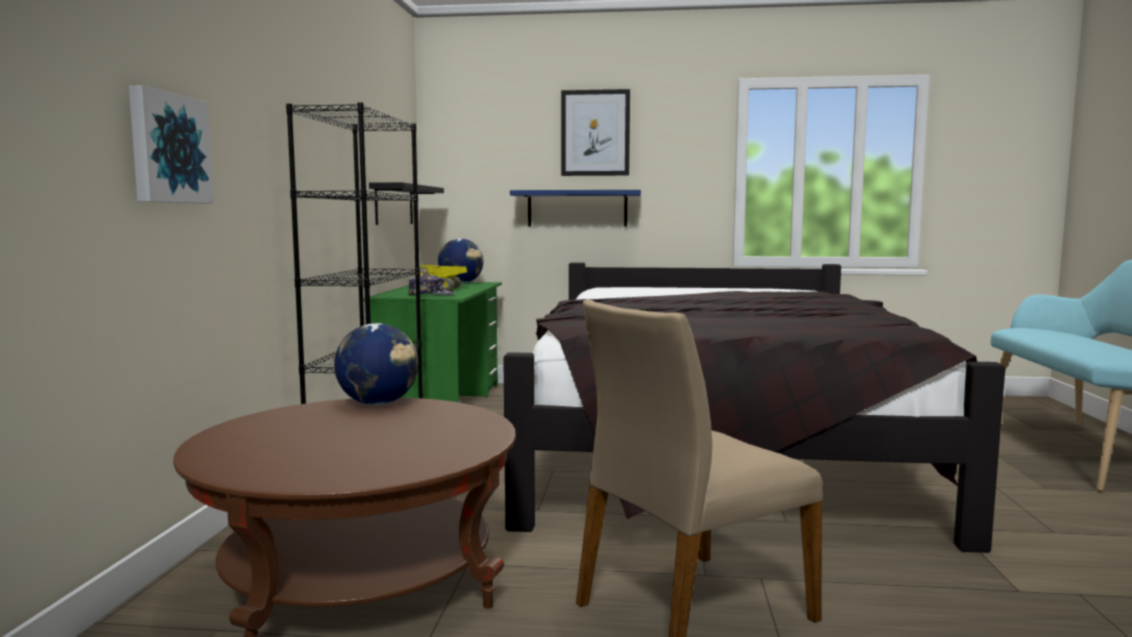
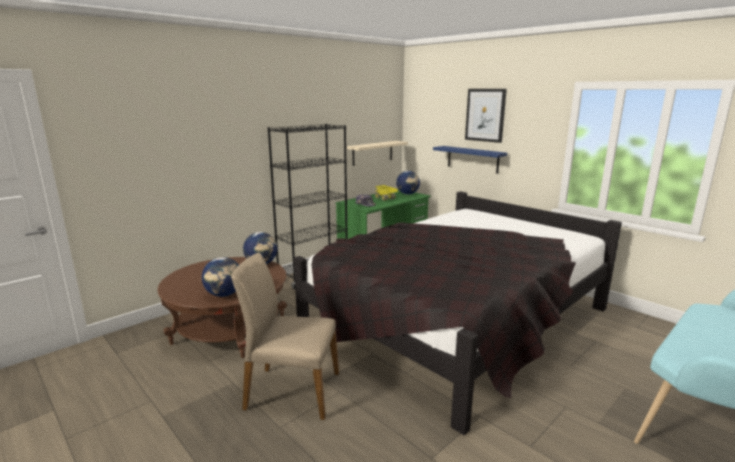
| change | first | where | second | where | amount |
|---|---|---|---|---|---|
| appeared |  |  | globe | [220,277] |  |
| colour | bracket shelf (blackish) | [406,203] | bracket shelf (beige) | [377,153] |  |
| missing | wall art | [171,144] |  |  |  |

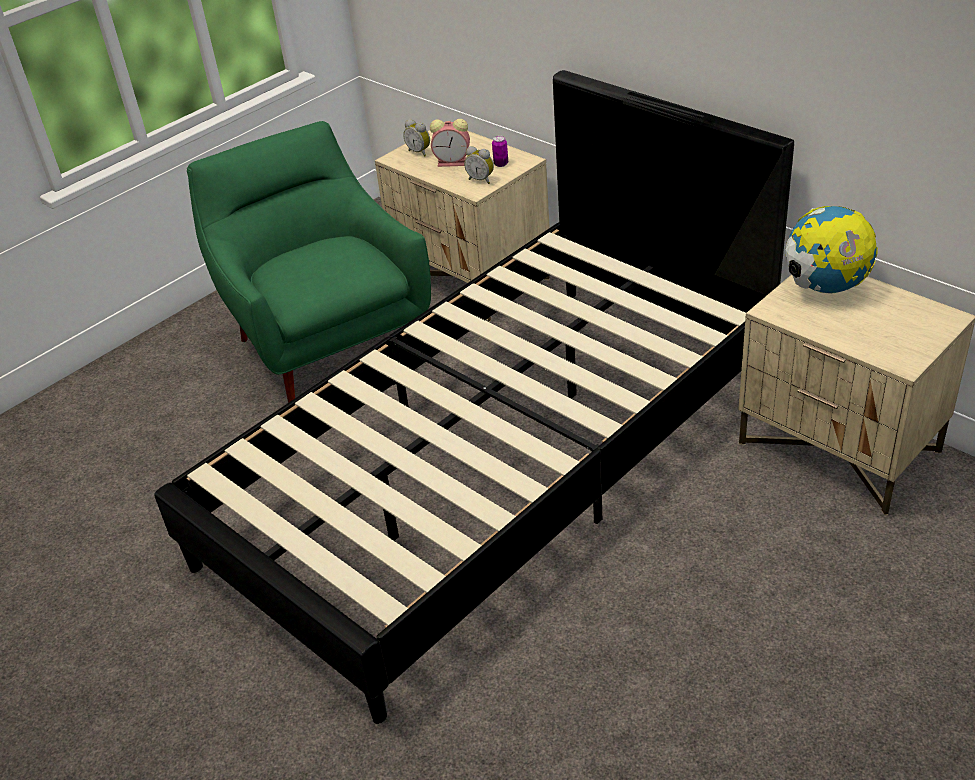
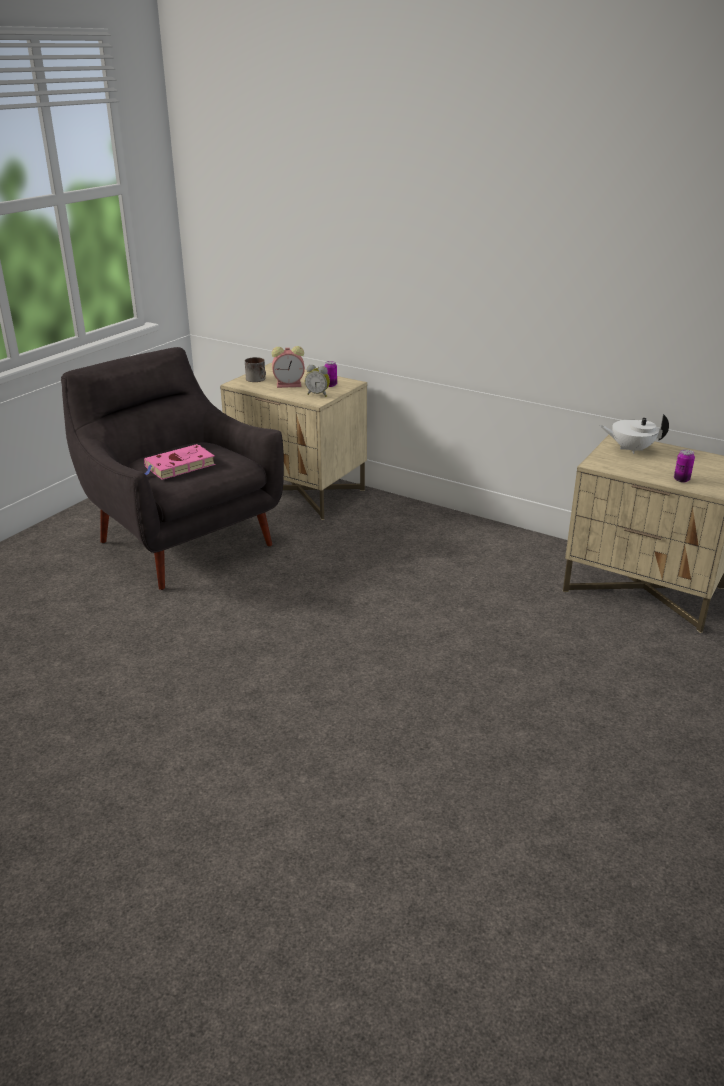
| change | first | where | second | where | amount |
|---|---|---|---|---|---|
| colour | lounge chair (greenish) | [309,262] | lounge chair (gray) | [172,468] |  |
| appeared |  |  | bound book (pink) | [179,462] |  |
| exchanged | table clock | [416,138] | tea mug | [255,369] |  |
| exchanged | globe | [831,250] | teapot (white) | [634,434] |  |
| appeared |  |  | sealed can | [684,465] |  |
| missing | bedroom bed (blackish) | [474,397] |  |  |  |

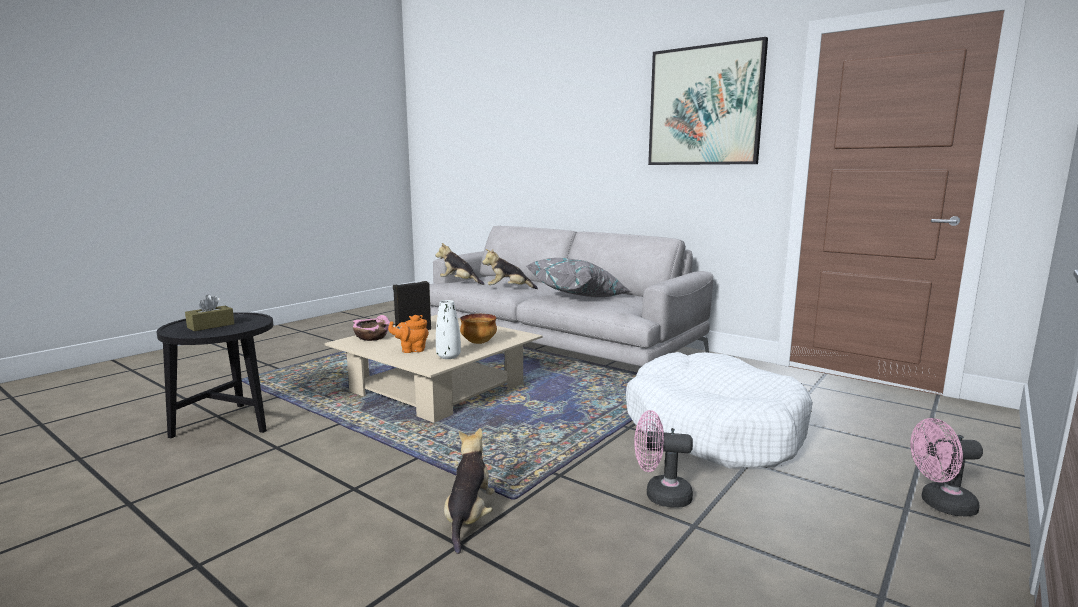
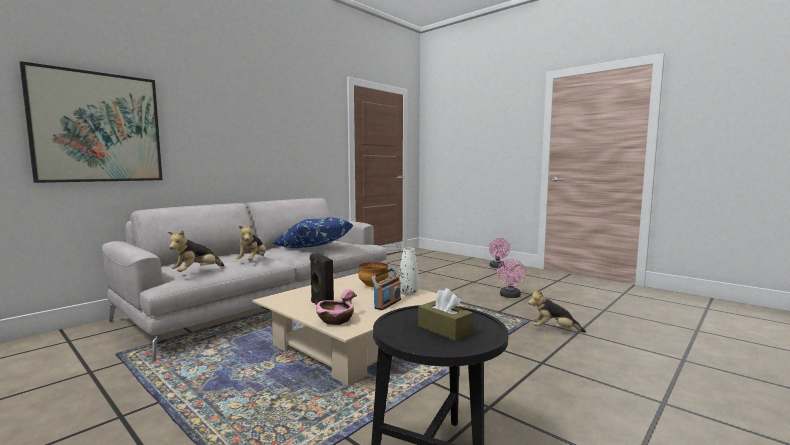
| change | first | where | second | where | amount |
|---|---|---|---|---|---|
| relocated | wall art | [708,101] |  | [90,122] |  |
| colour | cushion (gray) | [579,277] | cushion (blue-coloured) | [313,232] |  |
| exchanged | teapot (orange) | [408,334] | radio set | [386,289] |  |
| missing | dog bed (white) | [719,410] |  |  |  |

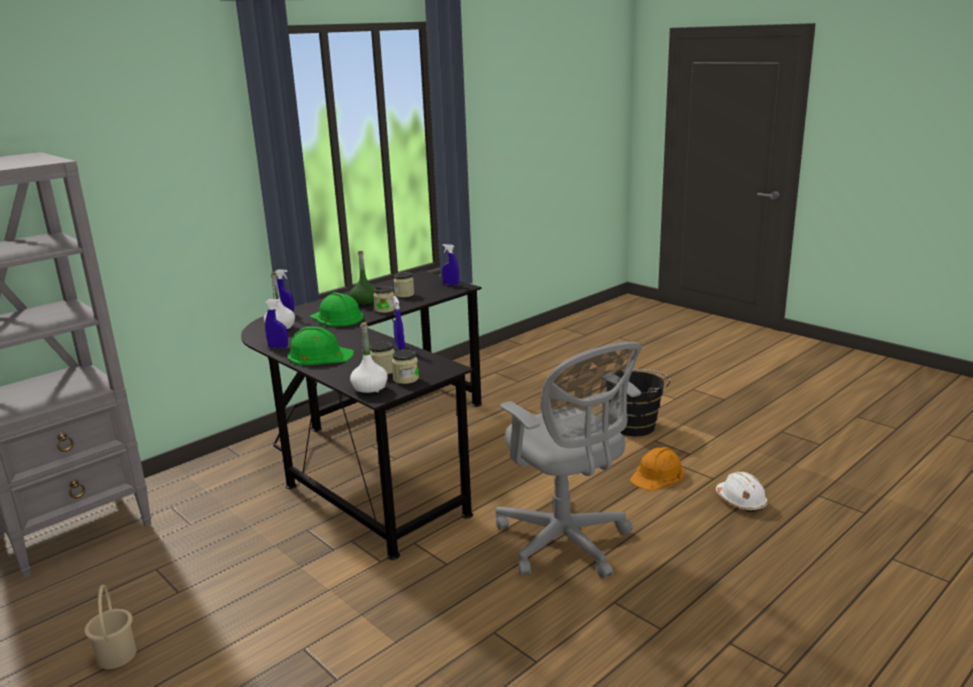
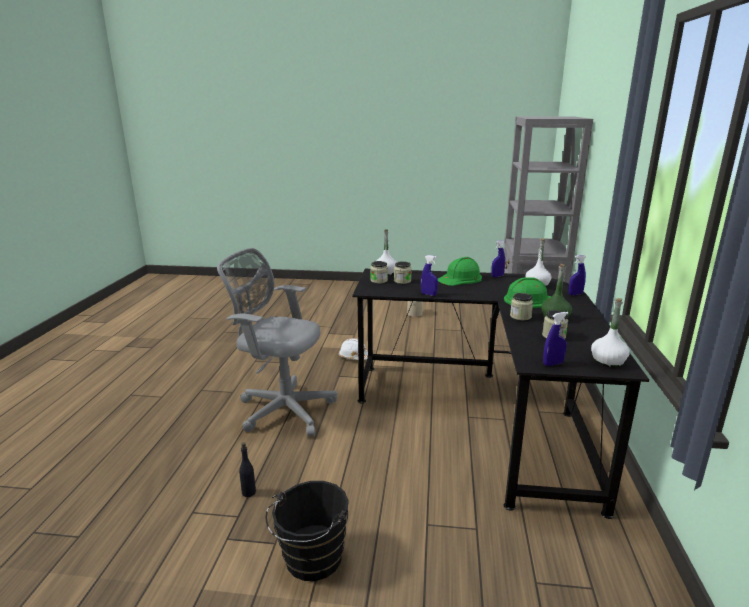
| change | first | where | second | where | amount |
|---|---|---|---|---|---|
| exchanged | work helmet (orange) | [657,469] | bottle (blackish) | [247,470] |  |
| relocated | work helmet (white) | [742,492] |  | [353,349] |  |
| appeared |  |  | bottle (white) | [610,332] |  |

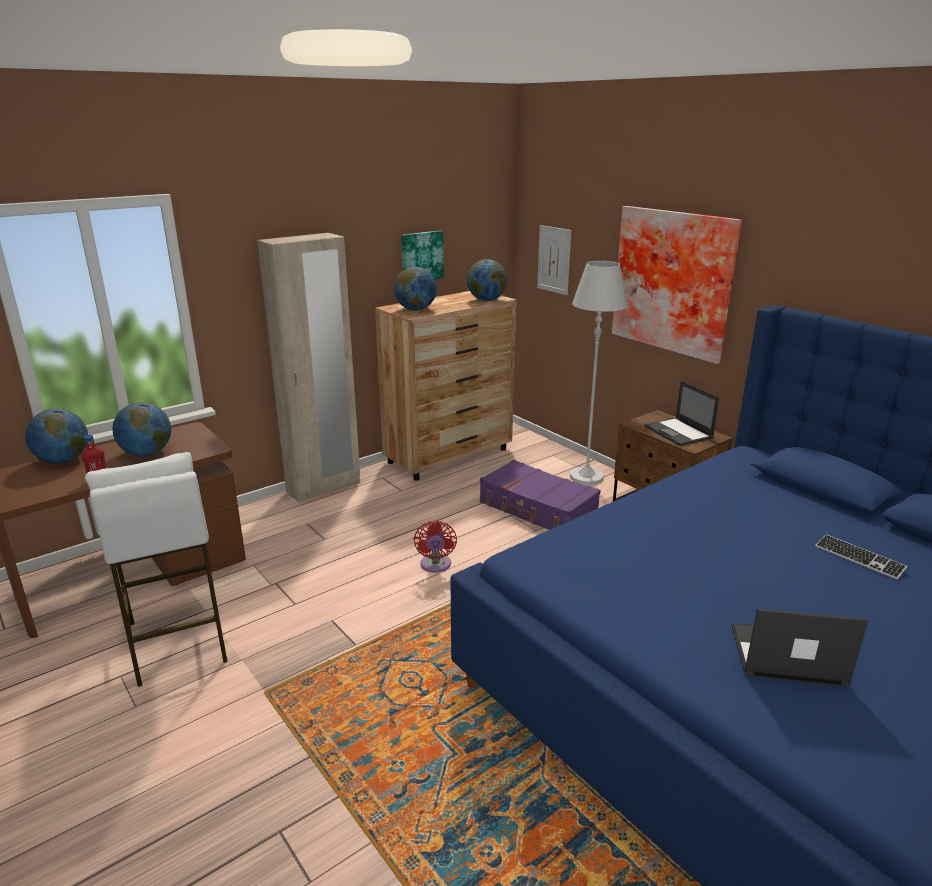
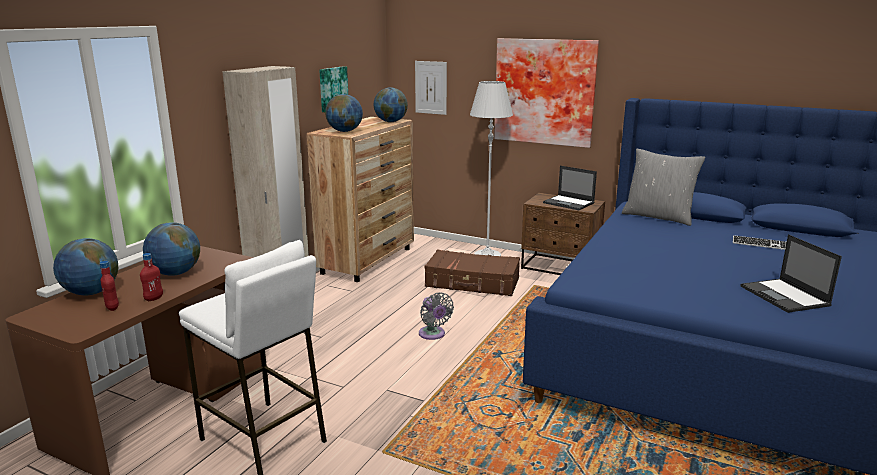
| change | first | where | second | where | amount |
|---|---|---|---|---|---|
| appeared |  |  | bottle (reddish) | [109,286] |  |
| colour | cooling fan (reddish) | [435,547] | cooling fan (gray) | [436,316] |  |
| colour | travel case (purplish) | [540,495] | travel case (brown-coloured) | [472,272] |  |
| appeared |  |  | cushion (gray) | [663,187] |  |
| spun | laptop | [800,647] |  | [791,273] | 90 degrees counterclockwise |

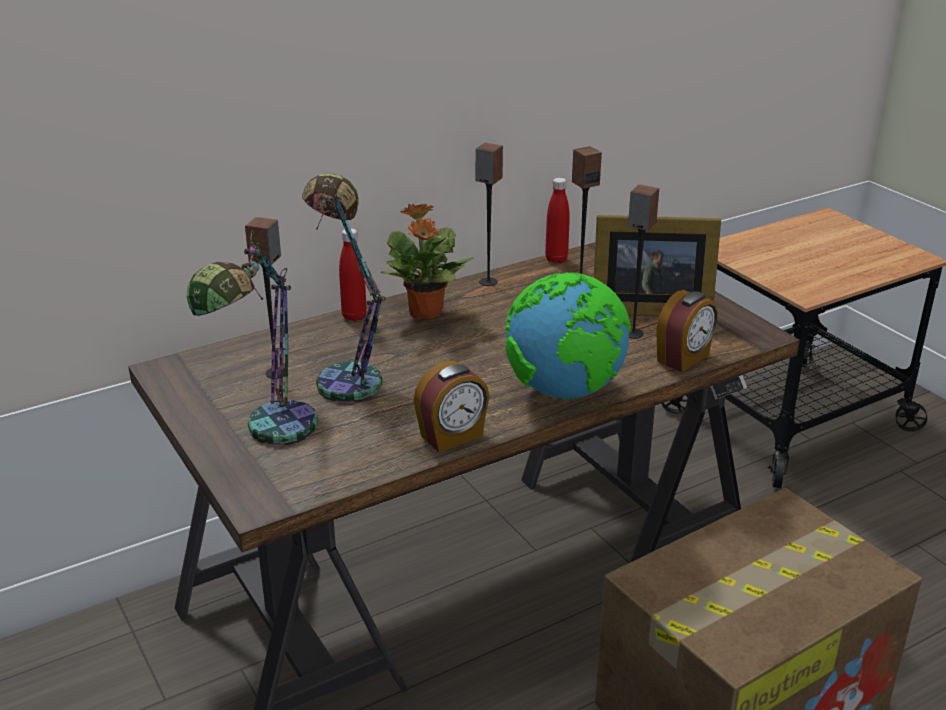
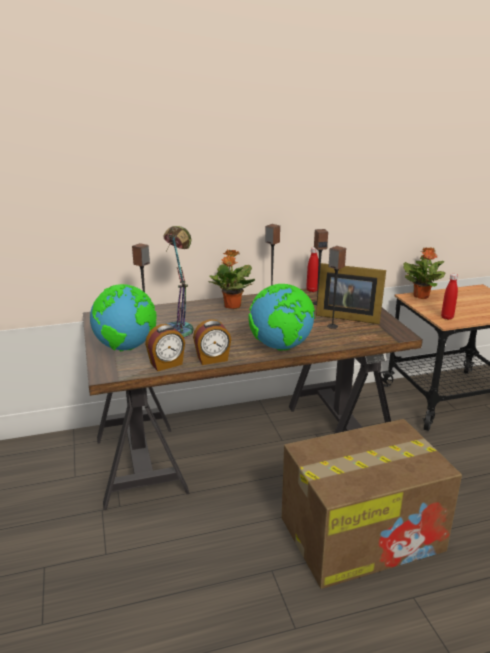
| change | first | where | second | where | amount |
|---|---|---|---|---|---|
| exchanged | tabletop lamp | [252,338] | globe | [123,317] |  |
| relocated | table clock | [687,331] |  | [165,347] |  |
| appeared |  |  | houseplant | [424,273] |  |
| relocated | bottle (reddish) | [353,274] |  | [449,297] |  |

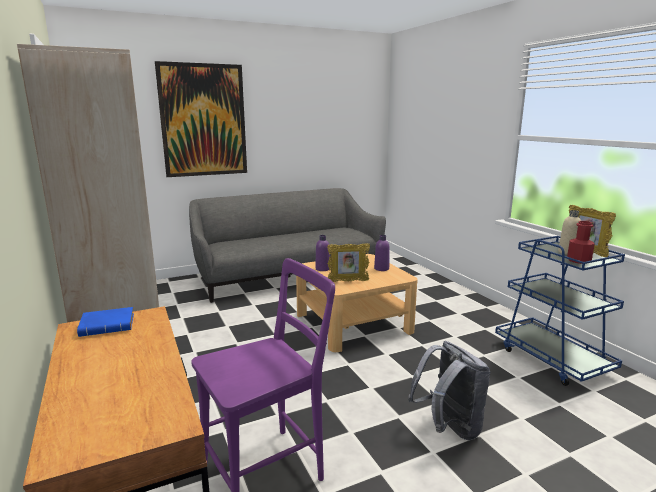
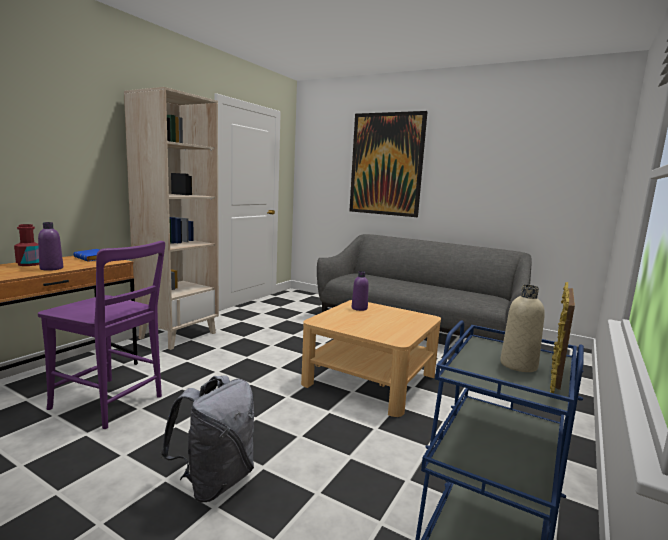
| change | first | where | second | where | amount |
|---|---|---|---|---|---|
| relocated | bottle (reddish) | [581,242] |  | [26,245] |  |
| relocated | bottle (purplish) | [381,253] |  | [50,246] |  |
| missing | standing frame | [348,262] |  |  |  |

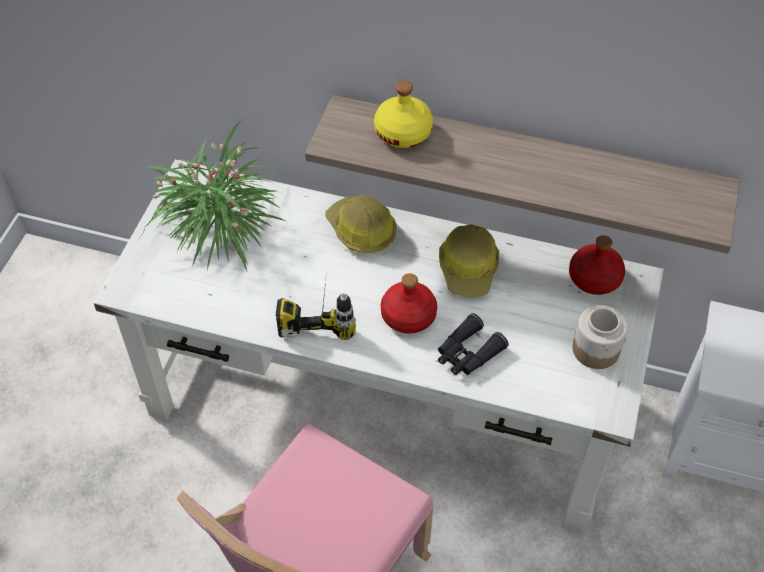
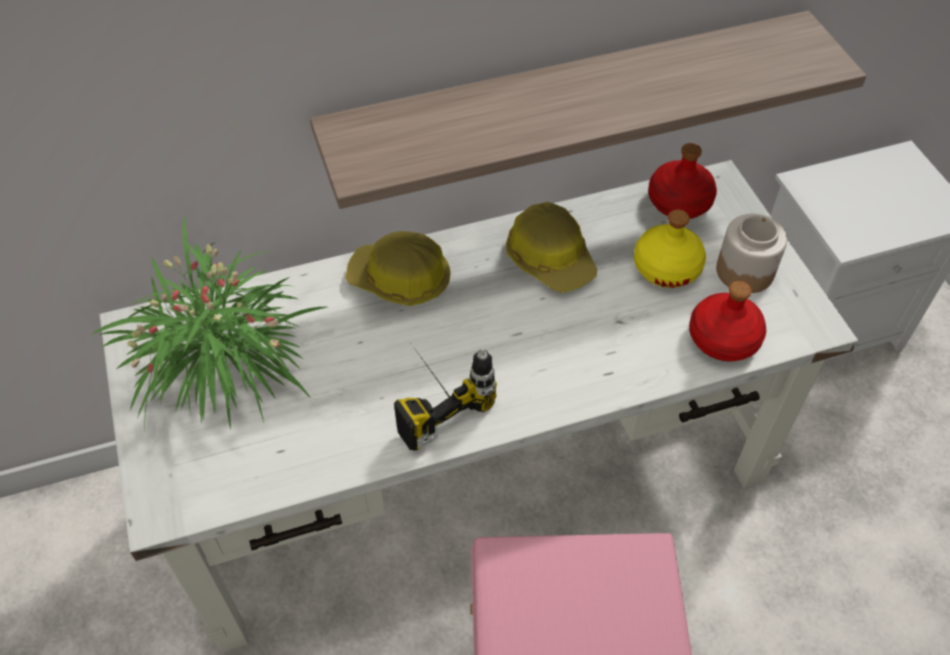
| change | first | where | second | where | amount |
|---|---|---|---|---|---|
| relocated | bottle (yellow-coloured) | [403,114] |  | [670,248] |  |
| relocated | bottle (reddish) | [409,303] |  | [727,321] |  |
| missing | field glasses (blackish) | [473,344] |  |  |  |

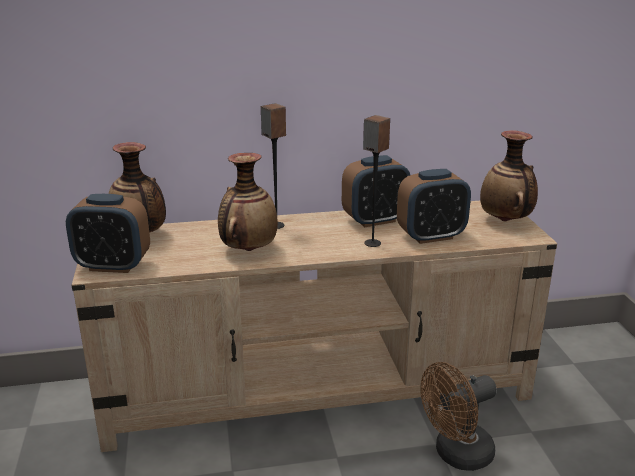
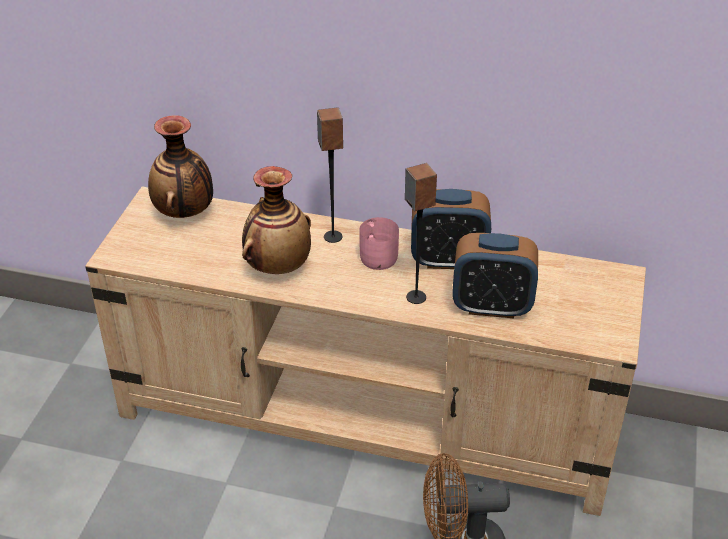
| change | first | where | second | where | amount |
|---|---|---|---|---|---|
| appeared |  |  | tea mug (pink) | [379,243] |  |
| missing | table clock | [108,233] |  |  |  |
| missing | decorative vase | [509,175] |  |  |  |

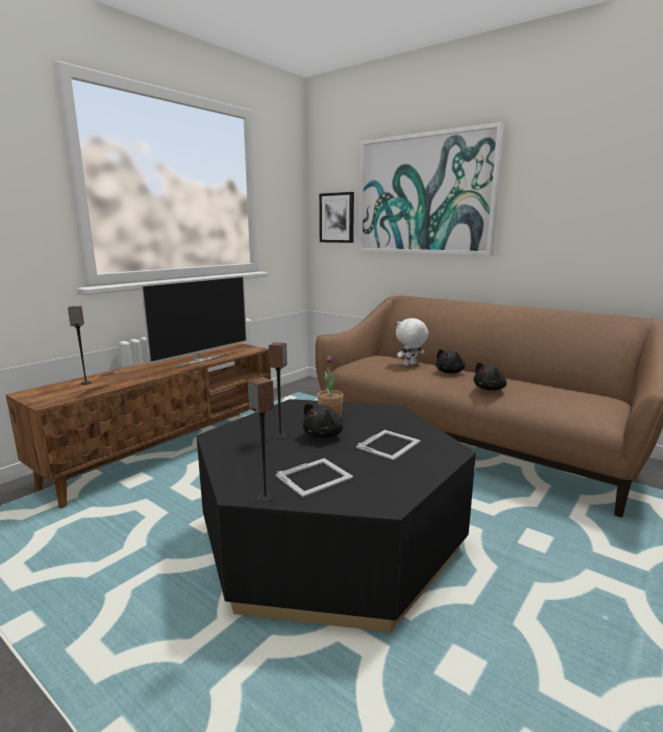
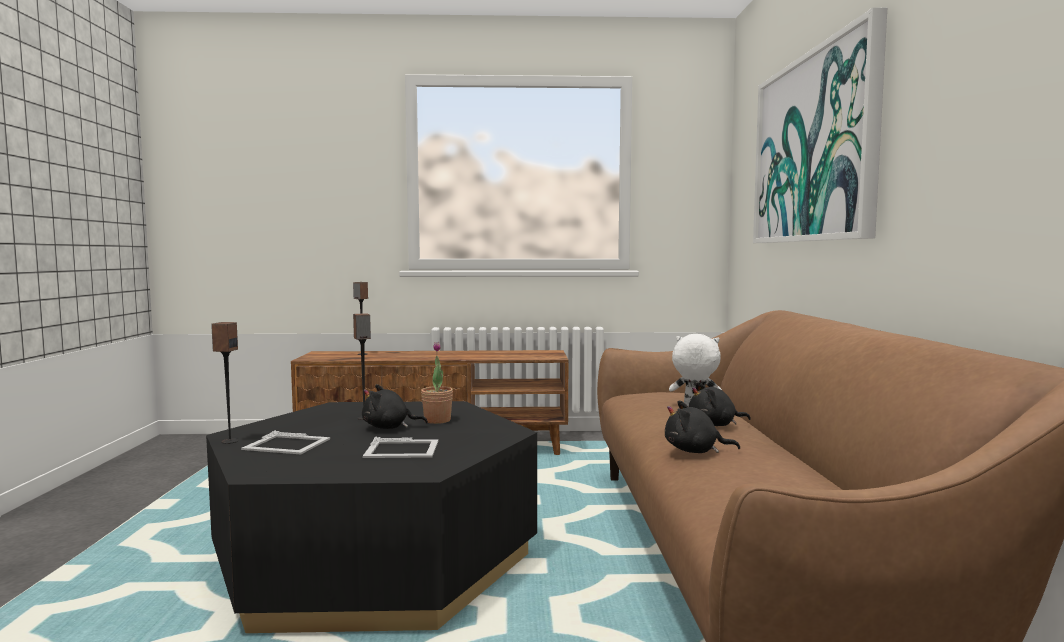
| change | first | where | second | where | amount |
|---|---|---|---|---|---|
| missing | TV set | [193,321] |  |  |  |
| missing | wall art | [336,217] |  |  |  |

